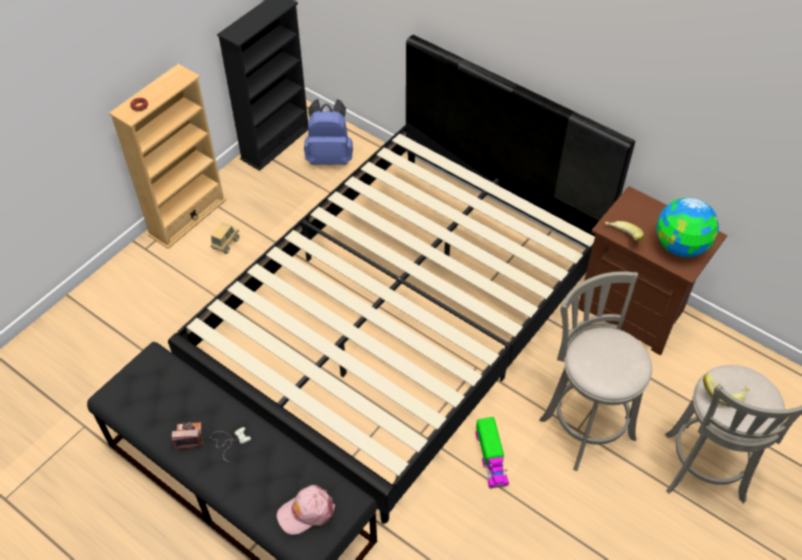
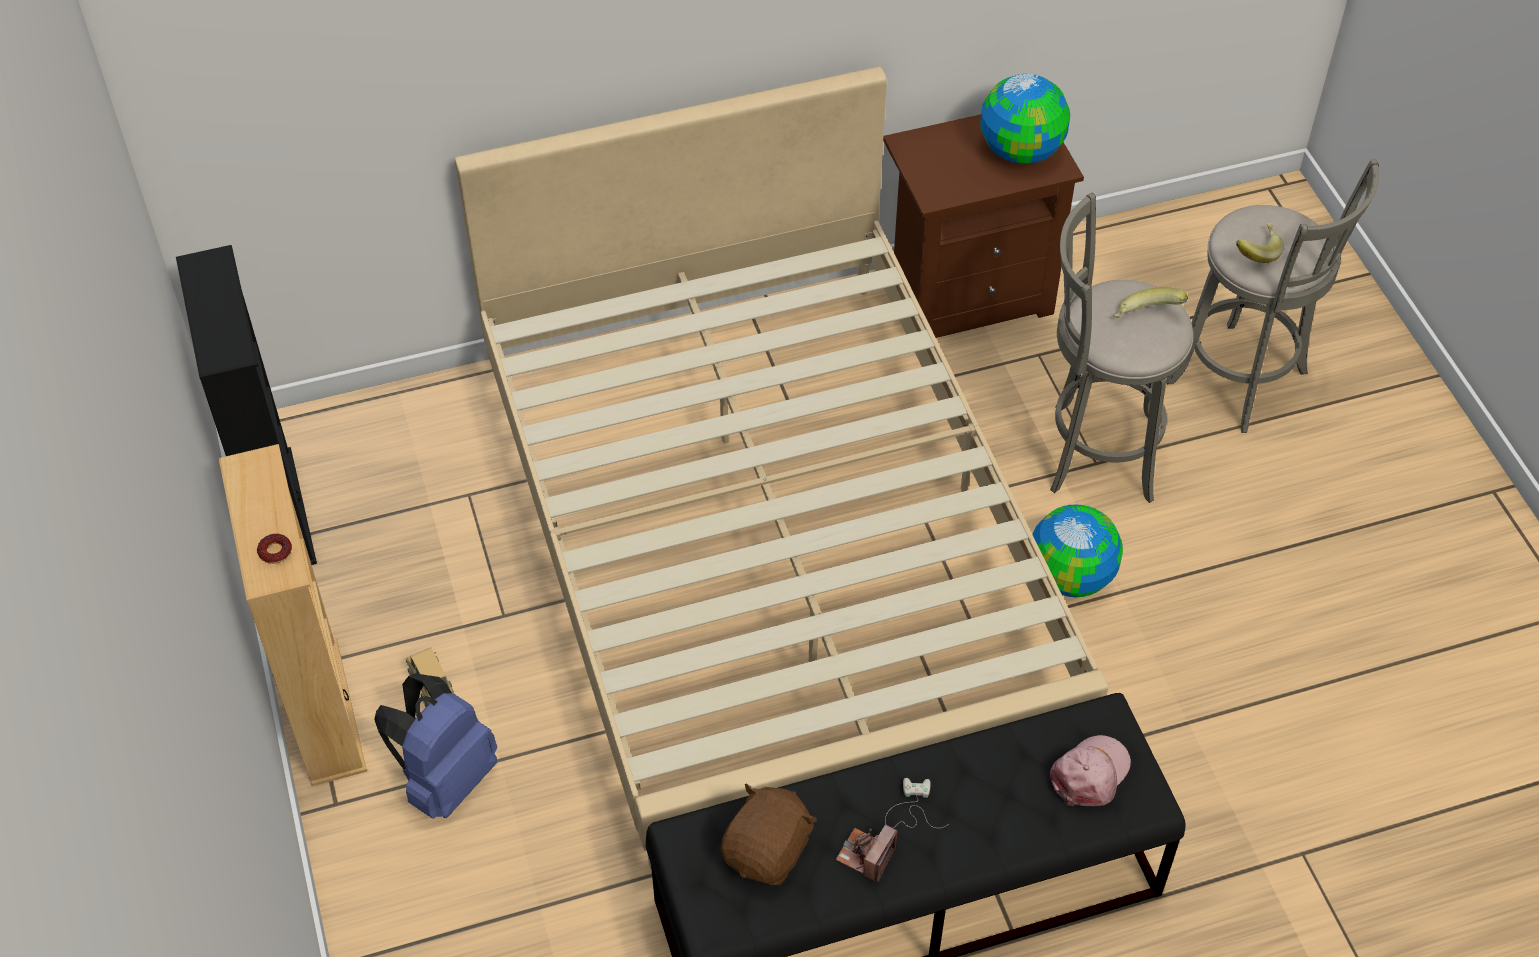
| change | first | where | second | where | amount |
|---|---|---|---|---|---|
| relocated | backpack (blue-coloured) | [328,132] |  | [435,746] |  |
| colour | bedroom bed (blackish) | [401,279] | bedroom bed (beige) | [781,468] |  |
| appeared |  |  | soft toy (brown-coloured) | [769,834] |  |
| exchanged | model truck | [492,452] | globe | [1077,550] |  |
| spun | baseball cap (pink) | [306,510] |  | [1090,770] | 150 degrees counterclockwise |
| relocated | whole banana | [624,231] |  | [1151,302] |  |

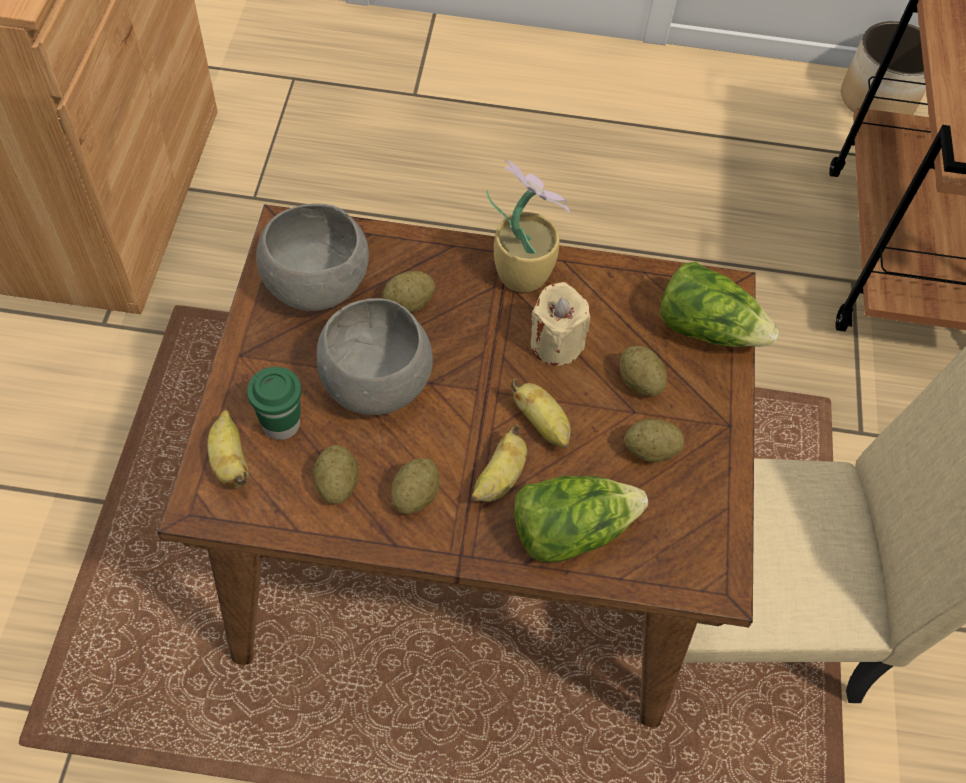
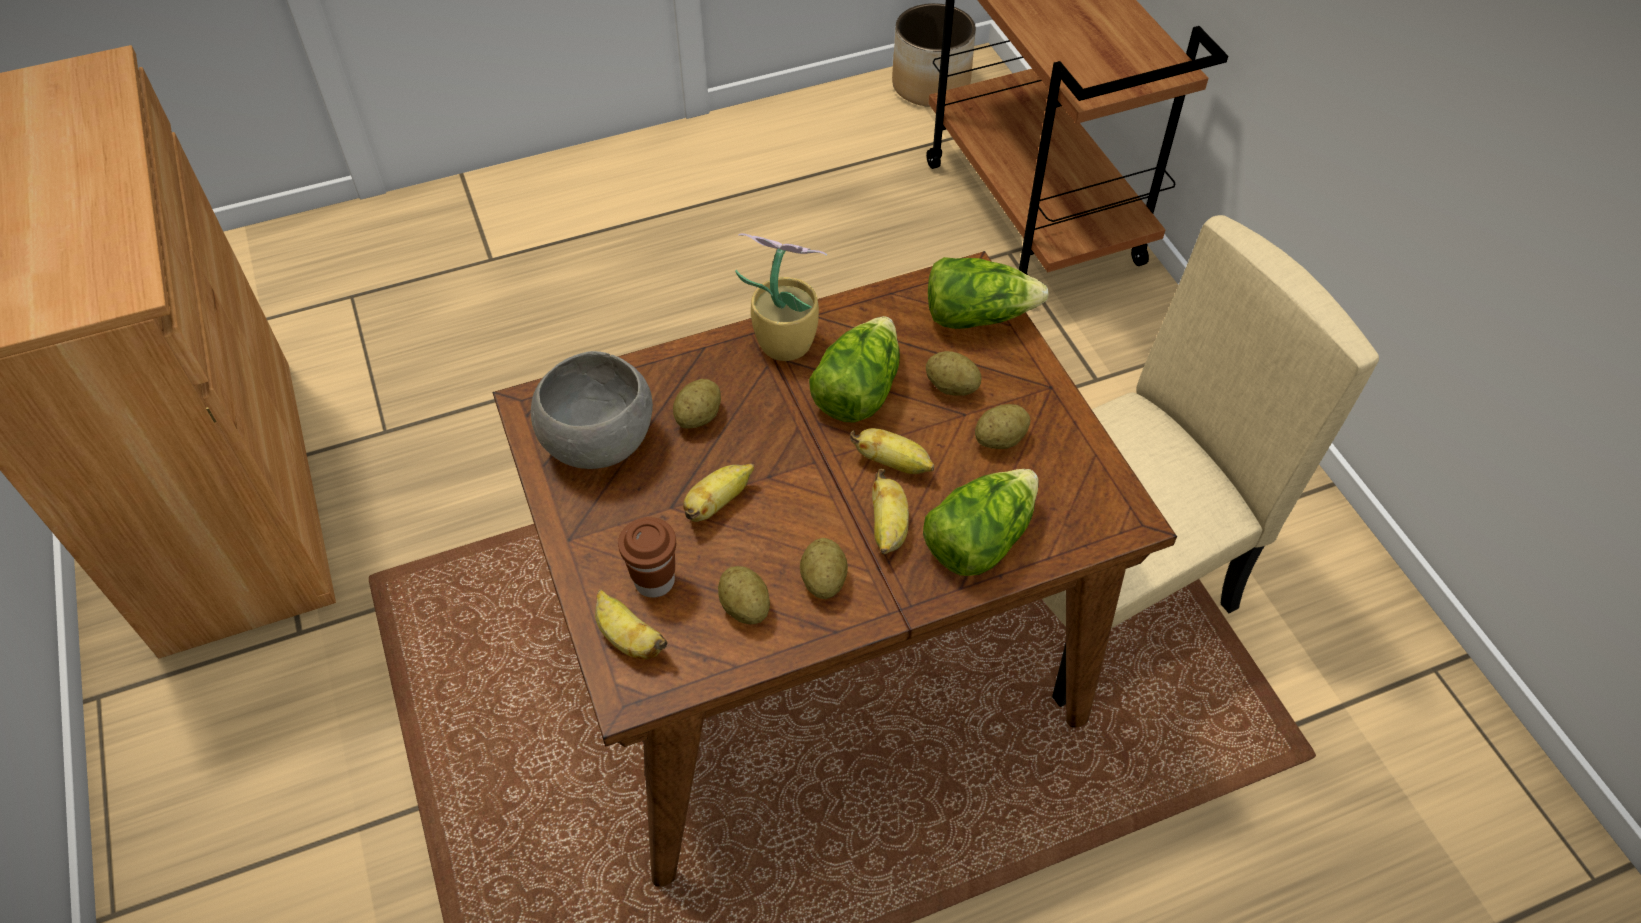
| change | first | where | second | where | amount |
|---|---|---|---|---|---|
| colour | drinking cup (greenish) | [274,403] | drinking cup (brown-coloured) | [647,557] |  |
| exchanged | bowl (gray) | [375,356] | whole banana | [718,492] |  |
| exchanged | wax candle (beige) | [560,324] | lettuce head | [854,369] |  |

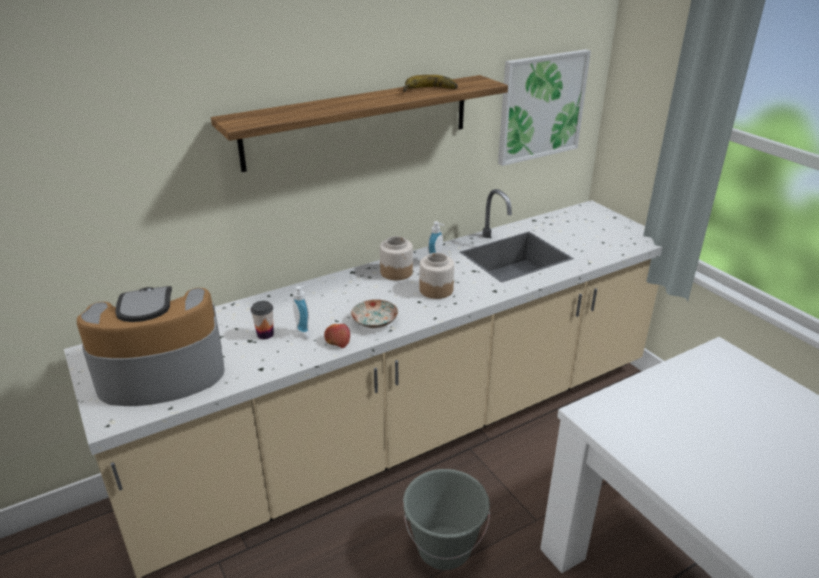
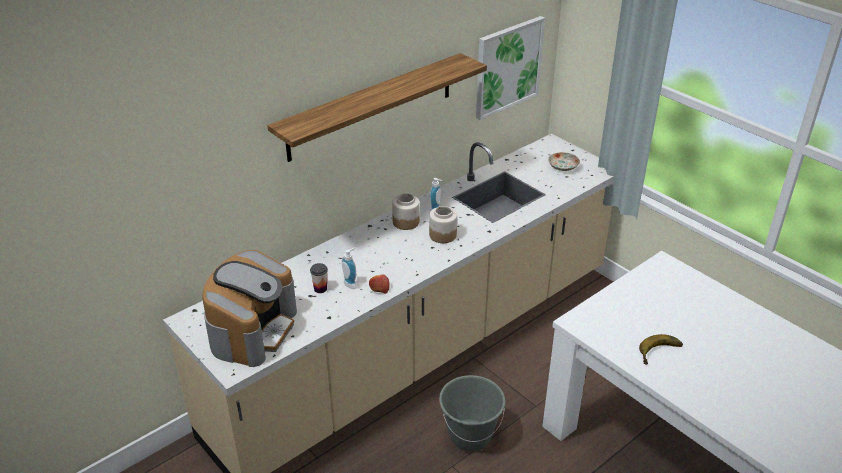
| change | first | where | second | where | amount |
|---|---|---|---|---|---|
| spun | coffee maker | [151,346] |  | [249,308] | 135 degrees clockwise |
| relocated | dinner plate | [374,313] |  | [564,161] |  |
| relocated | whole banana | [430,83] |  | [661,349] |  |

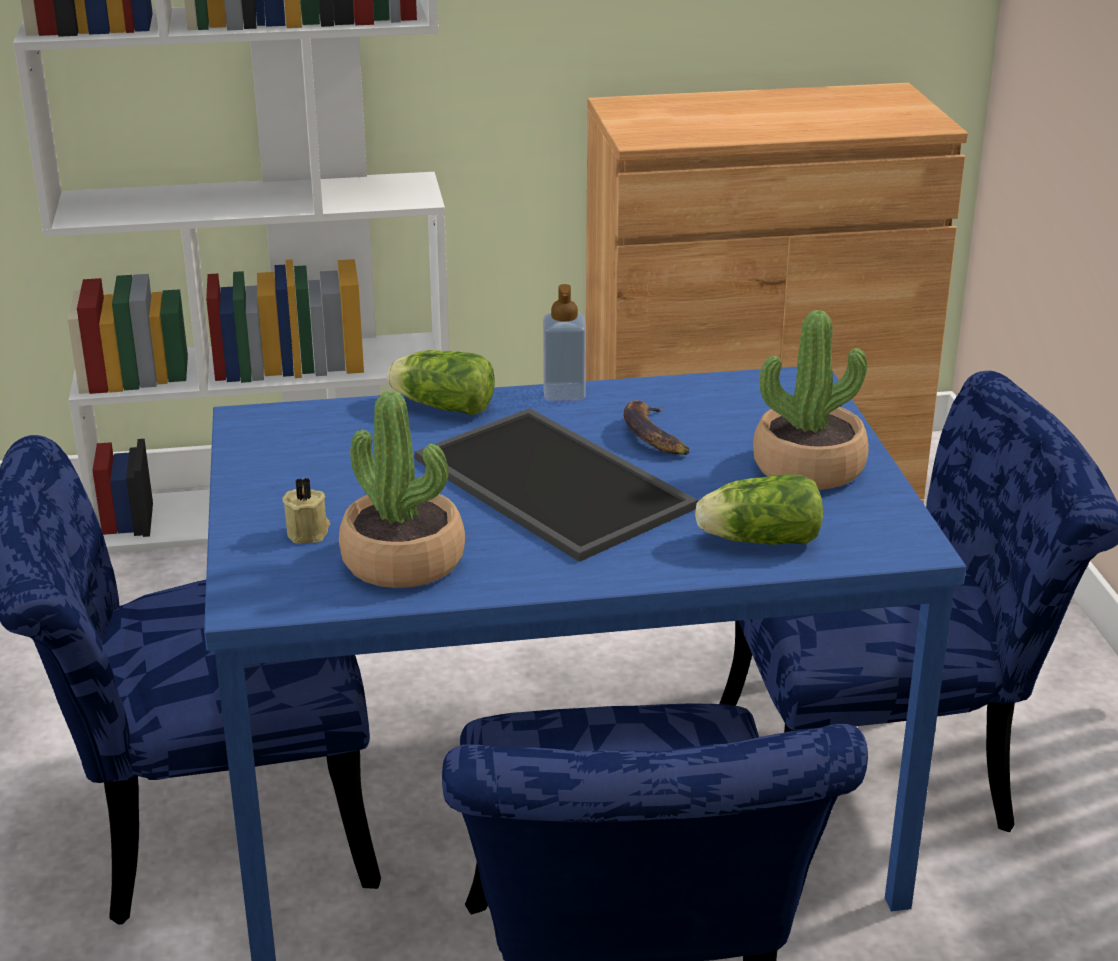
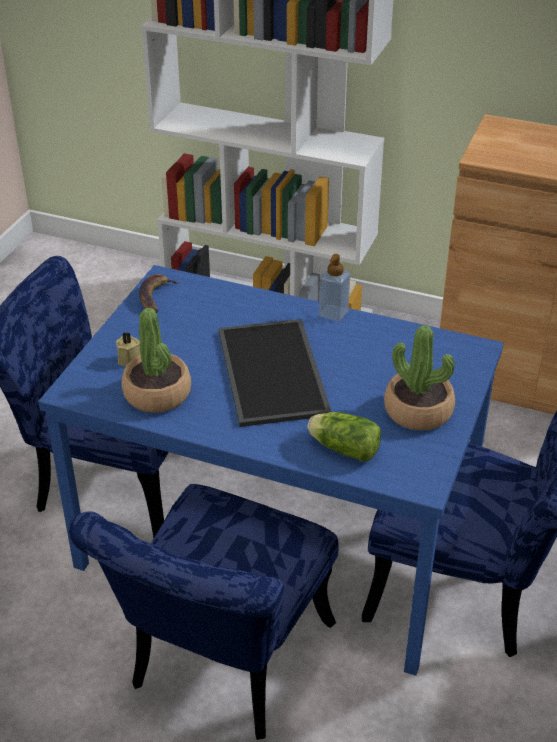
| change | first | where | second | where | amount |
|---|---|---|---|---|---|
| relocated | whole banana | [656,427] |  | [159,293] |  |
| missing | lettuce head | [441,382] |  |  |  |

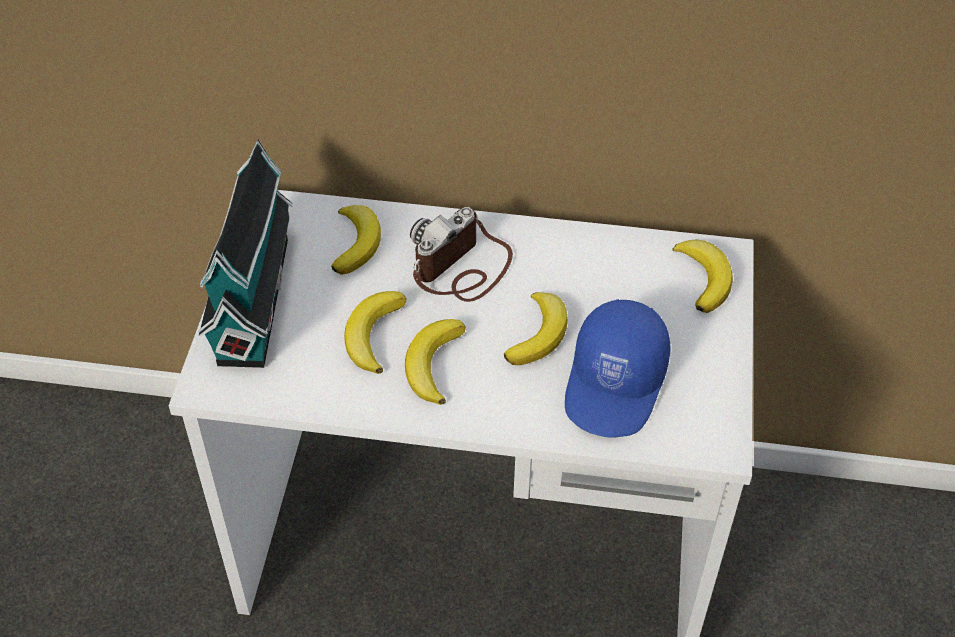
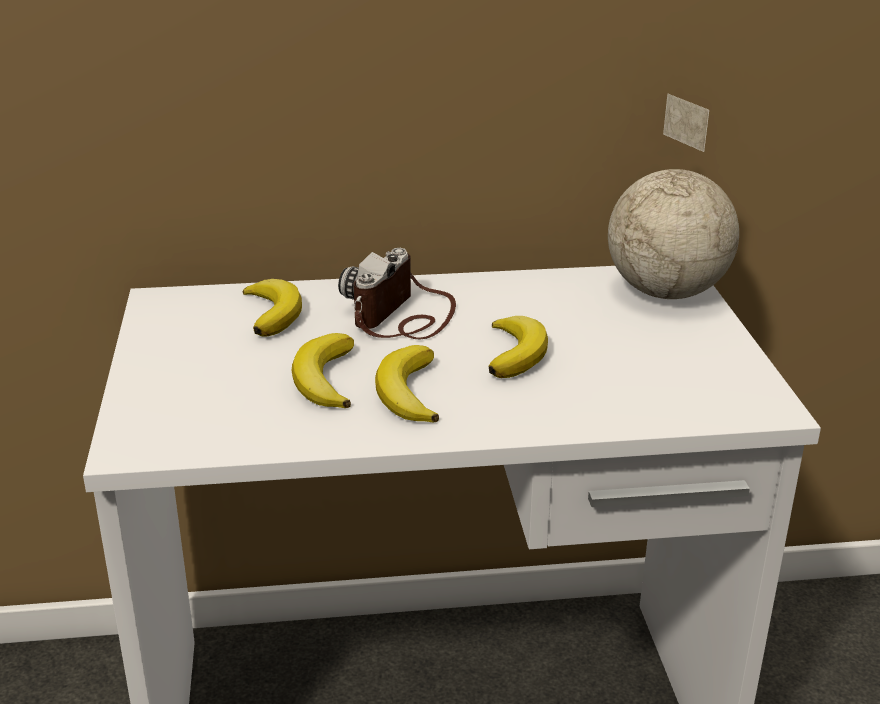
| change | first | where | second | where | amount |
|---|---|---|---|---|---|
| exchanged | whole banana | [702,276] | globe | [673,196] |  |
| missing | model house | [245,253] |  |  |  |
| missing | baseball cap (blue-coloured) | [618,368] |  |  |  |

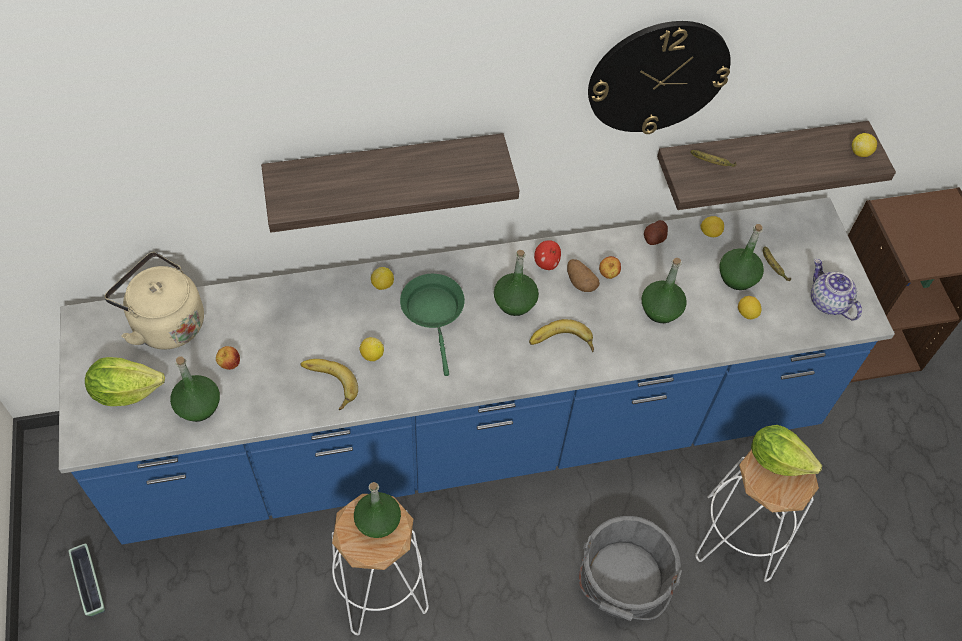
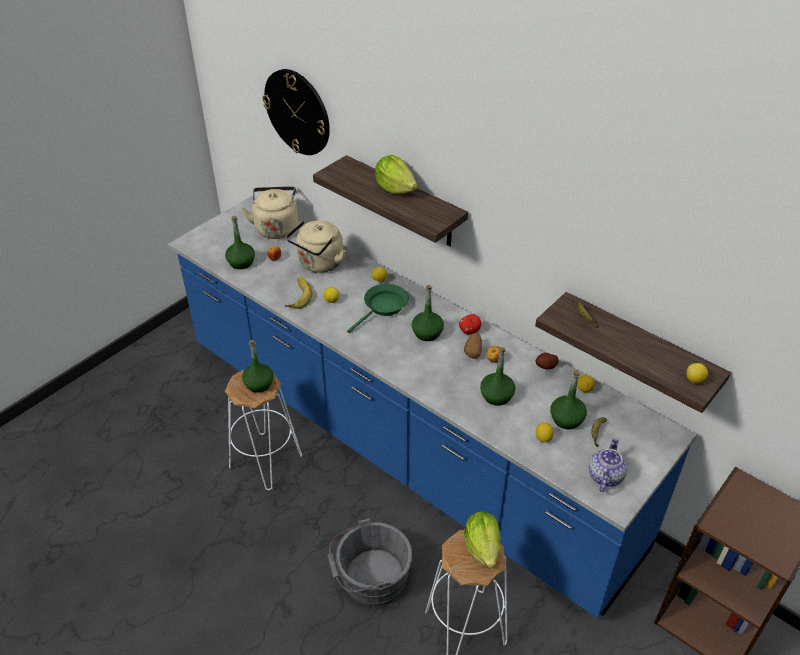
| change | first | where | second | where | amount |
|---|---|---|---|---|---|
| relocated | clock on the wall | [659,77] |  | [296,112] |  |
| appeared |  |  | kettle (beige) | [316,246] |  |
| relocated | lettuce head | [125,381] |  | [396,174] |  |
| missing | flower pot | [87,580] |  |  |  |
| missing | whole banana | [561,335] |  |  |  |

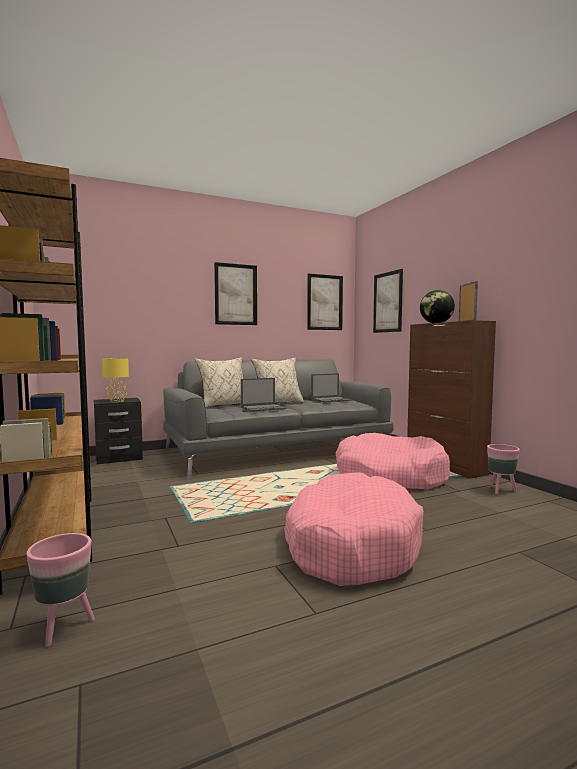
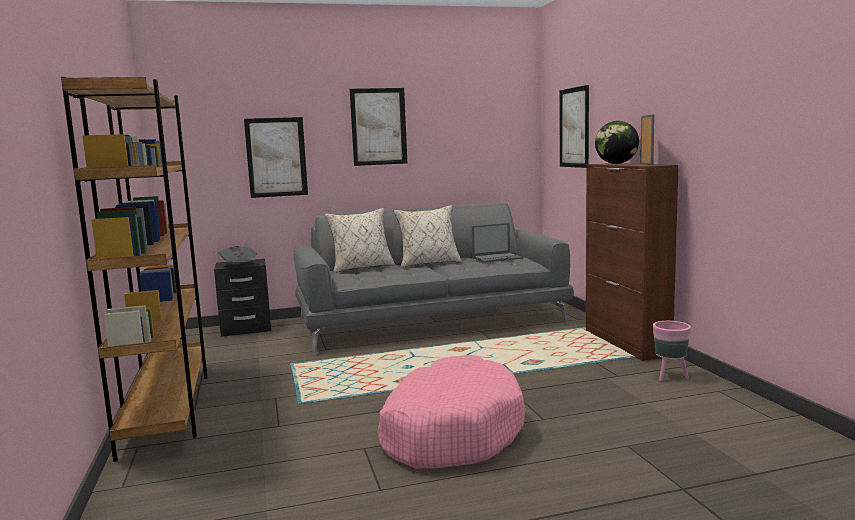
| change | first | where | second | where | amount |
|---|---|---|---|---|---|
| exchanged | tabletop lamp (yellow-coloured) | [115,380] | printed paper | [237,254] |  |
| relocated | wall art | [325,301] |  | [276,157] |  |
| missing | flower pot (pink) | [60,590] |  |  |  |
| missing | laptop | [264,395] |  |  |  |
| missing | dog bed (pink) | [393,461] |  |  |  |

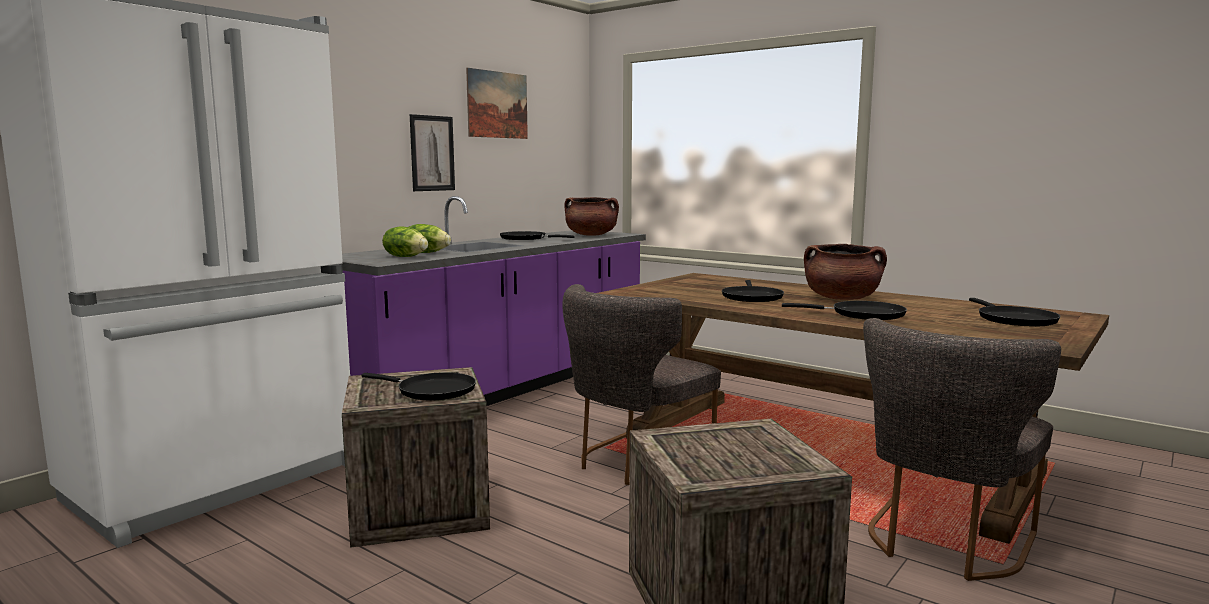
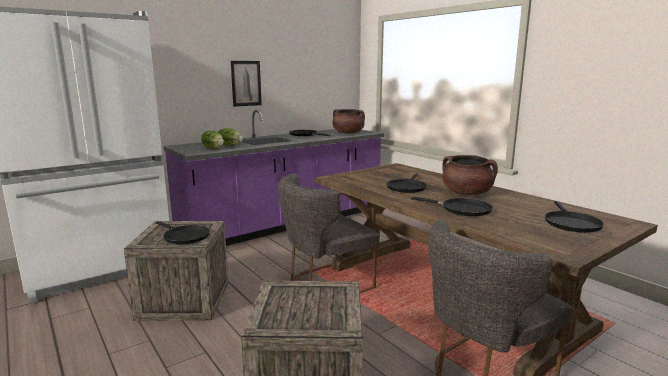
| change | first | where | second | where | amount |
|---|---|---|---|---|---|
| missing | wall art | [497,103] |  |  |  |

